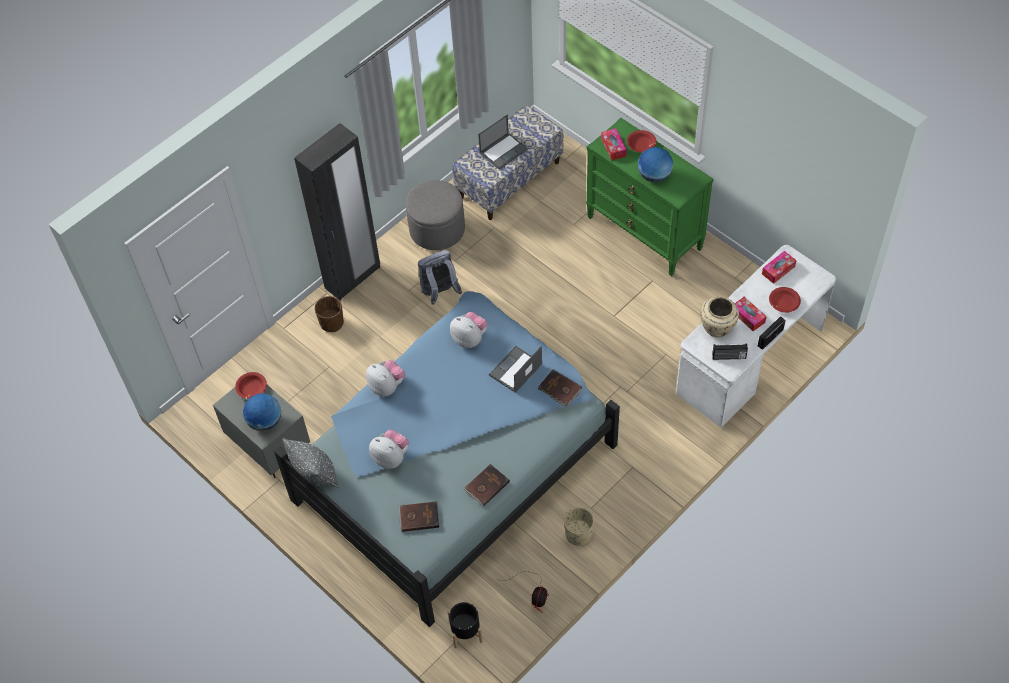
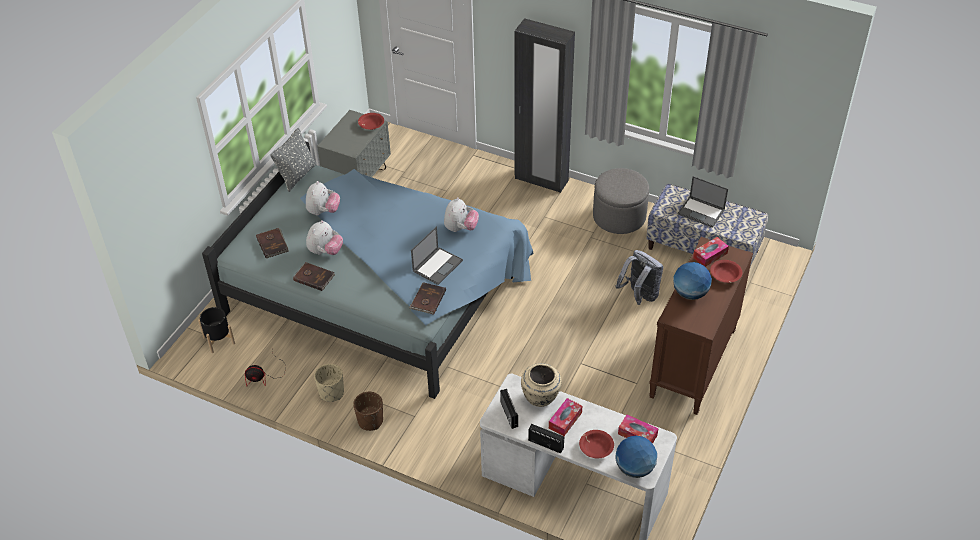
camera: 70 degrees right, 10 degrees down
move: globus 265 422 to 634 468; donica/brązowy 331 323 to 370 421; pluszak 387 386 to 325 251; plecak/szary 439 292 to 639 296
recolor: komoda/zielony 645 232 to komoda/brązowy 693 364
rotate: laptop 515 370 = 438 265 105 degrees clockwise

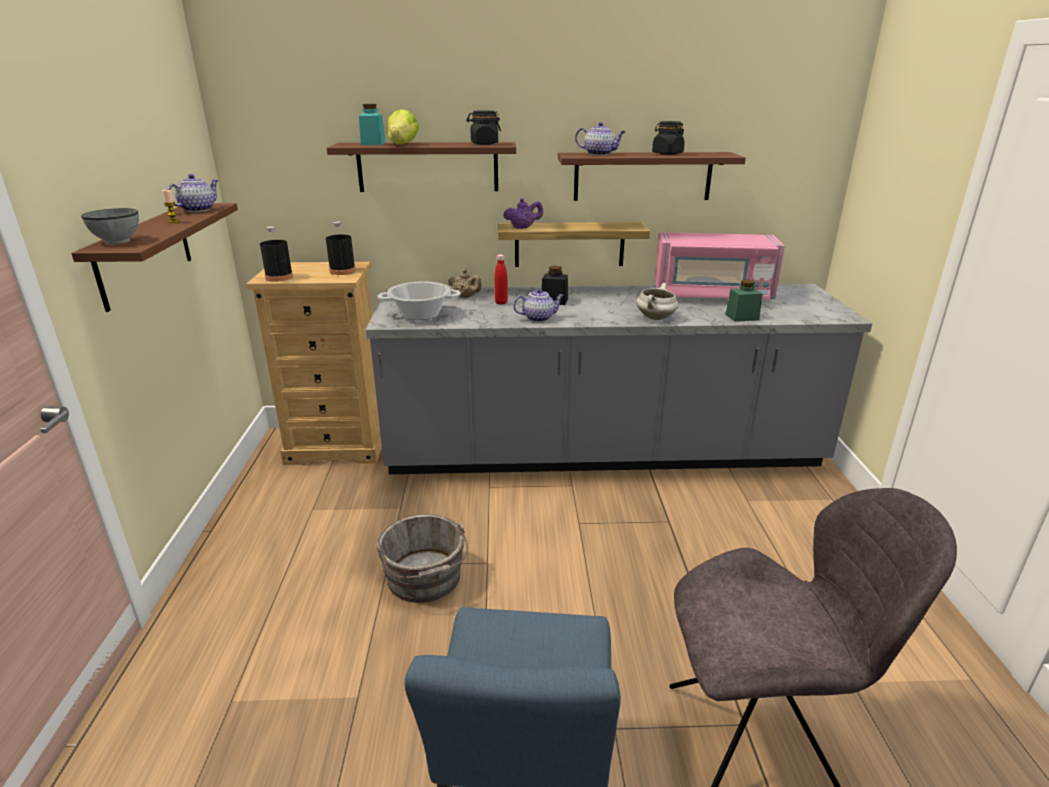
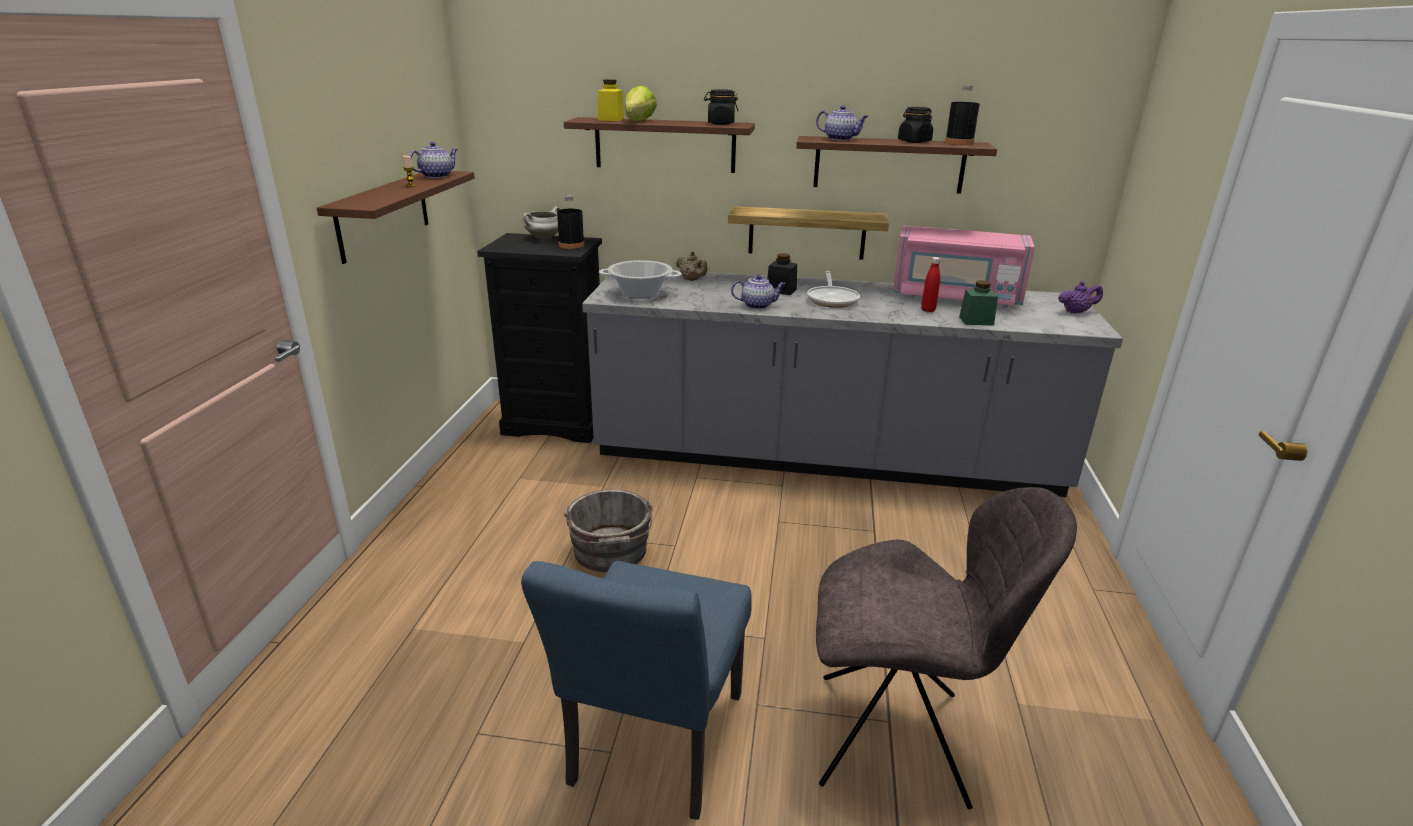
camera: 10 degrees right, 0 degrees up
delete: miska/szary 118 241
insert: patelnia 832 299
move: butelka/czarny 279 277 to 959 143; butelka/czerwony 501 302 to 928 310; imbryk/fioletowy 523 228 to 1076 312; garnek/biały 655 318 to 544 238
recolor: komoda/beżowy 338 446 to komoda/czarny 556 423; słoik/turkusowy 373 143 to słoik/żółty 611 119

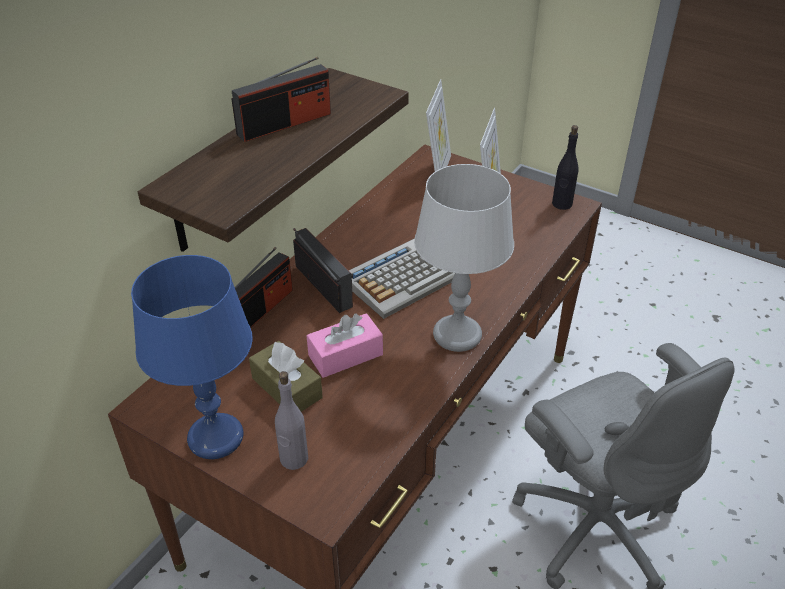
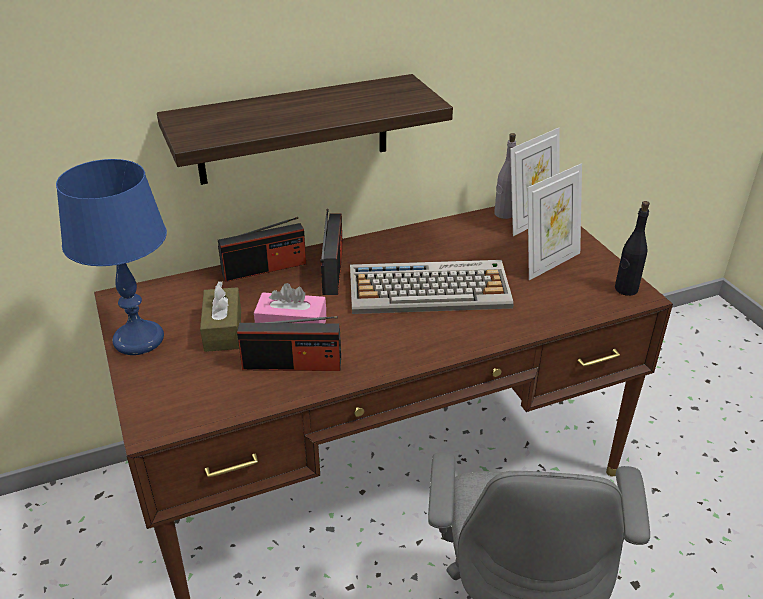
camera: 35 degrees right, 5 degrees down
delete: lampa stołowa/szary 457 334
move: radio 284 124 to 292 364; butelka/szary 293 459 to 503 214

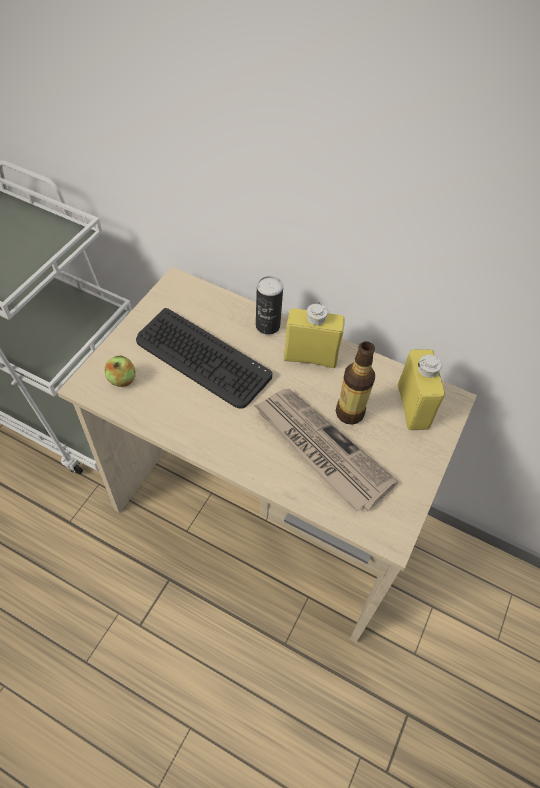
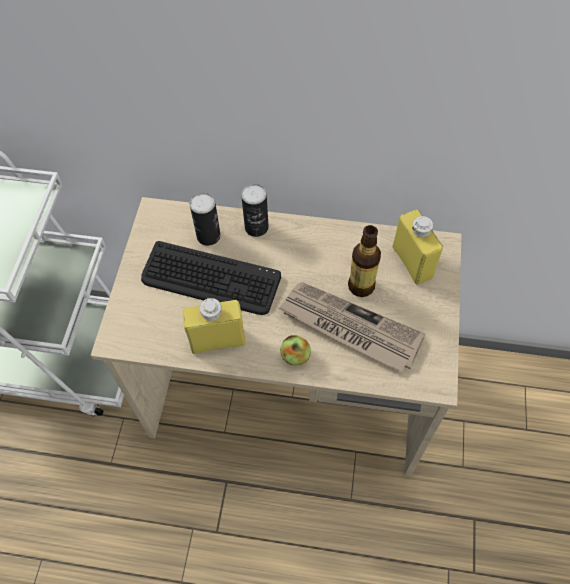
camera: 15 degrees left, 5 degrees up
insert: puszka 208 236
move: jabłko 122 379 to 295 356; butelka/żółty 310 357 to 217 340

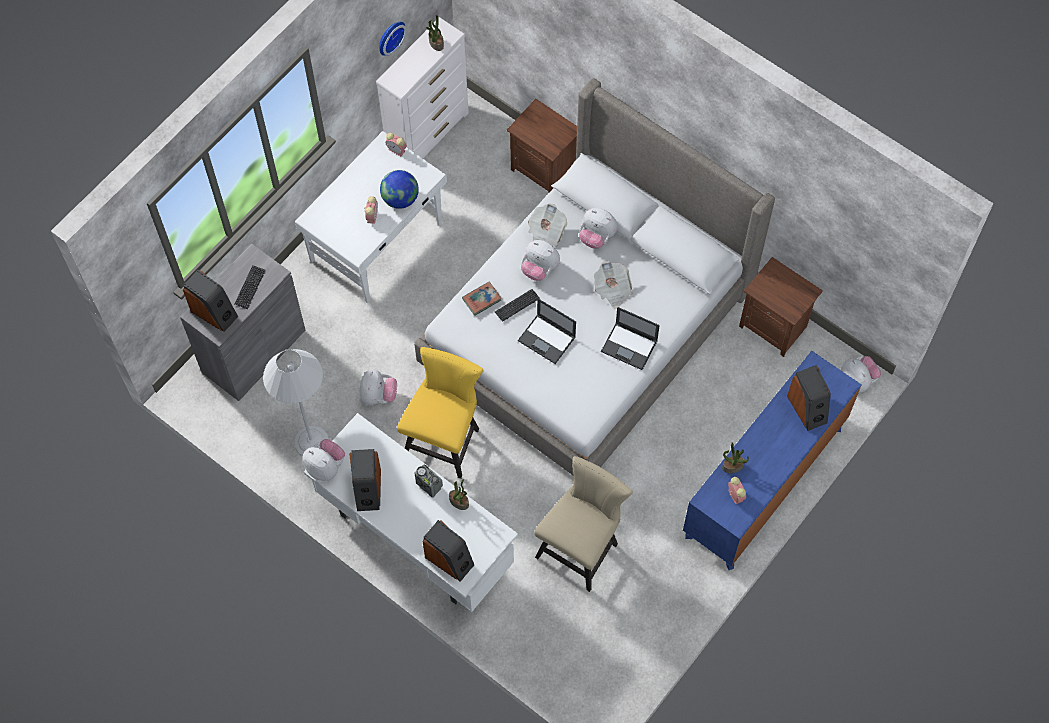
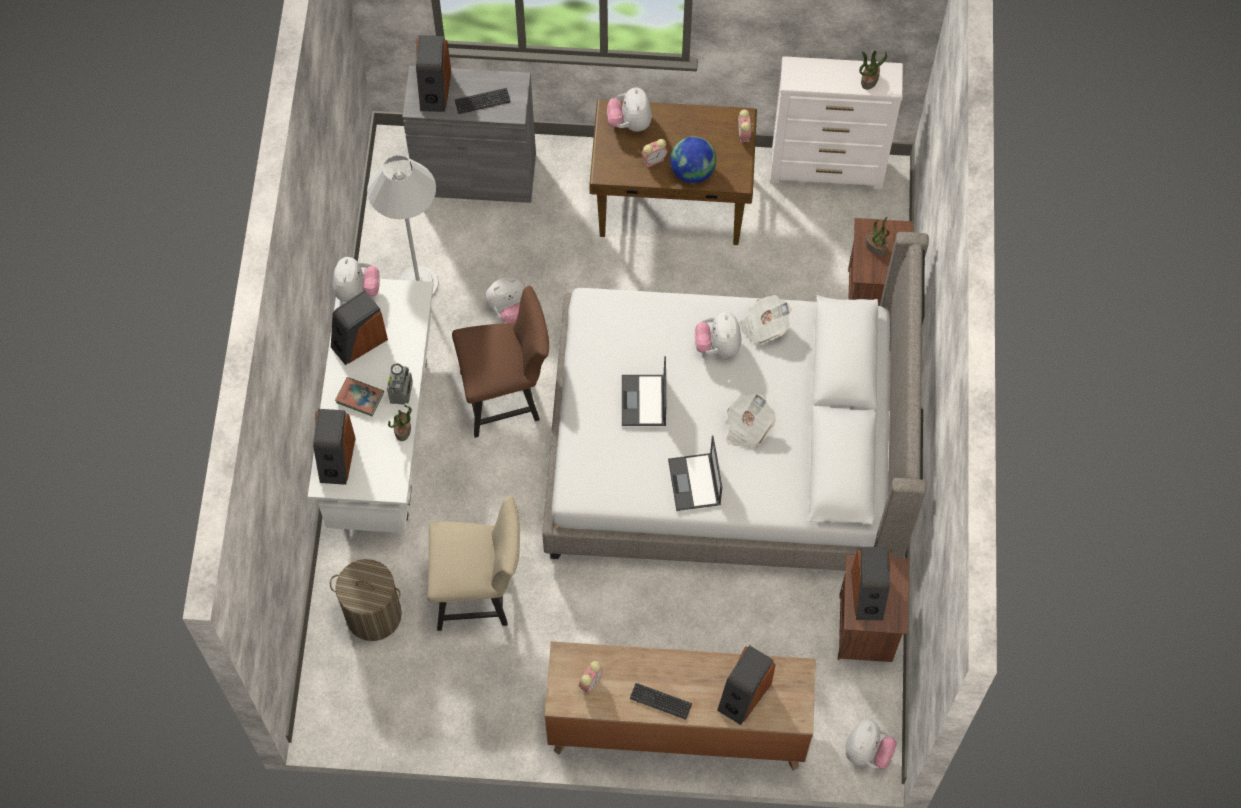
camera: 55 degrees right, 0 degrees up
delete: zegar ścienny 389 36
insert: kosz na pranie 373 614; głośnik 868 594
move: książka 481 299 to 360 398; klawiatura 517 305 to 660 701; pluszak 597 237 to 630 122; roślina doniczkowa 733 466 to 876 247
recolor: biurko/biały 378 242 to biurko/brązowy 672 203; krzesło/żółty 444 438 to krzesło/brązowy 506 396; komoda/niebieski 764 483 to komoda/brązowy 677 727

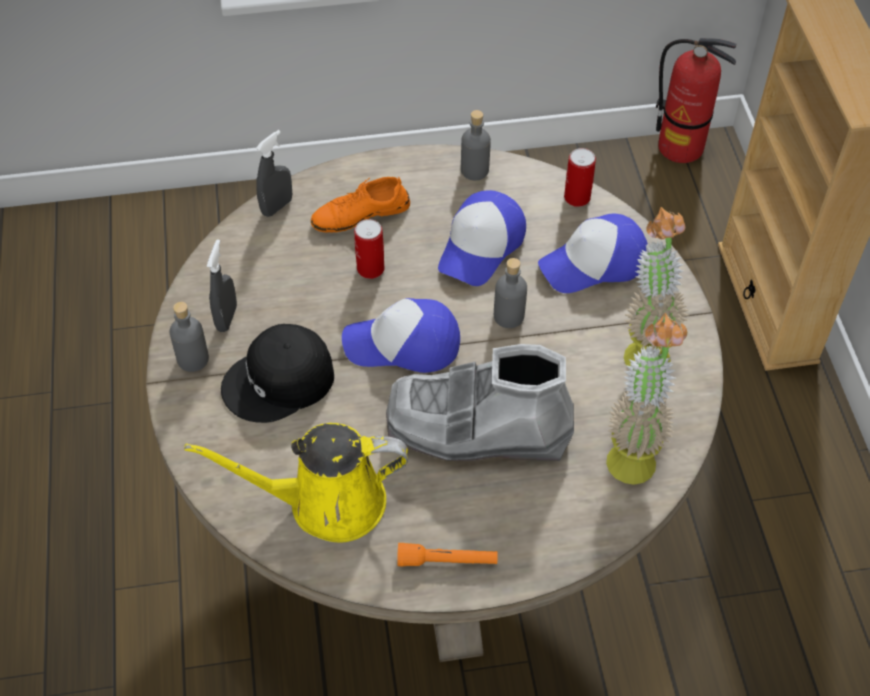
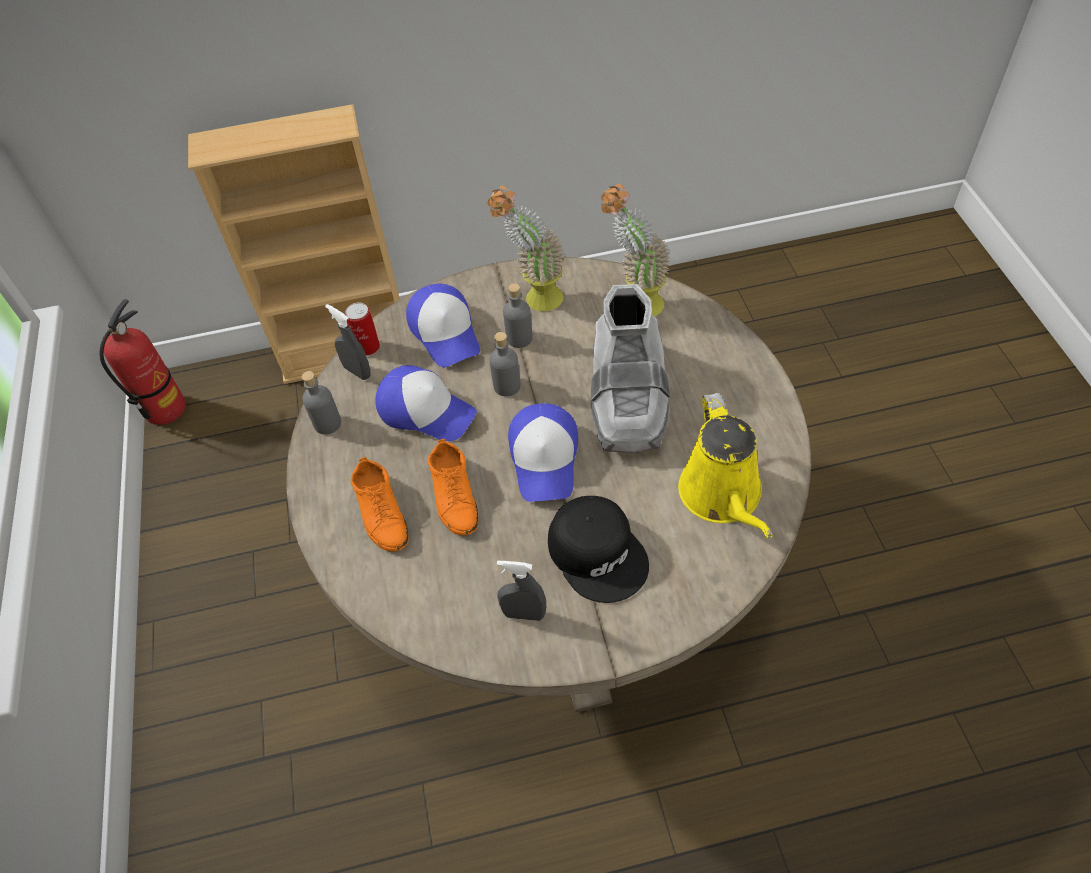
camera: 90 degrees left, 0 degrees up
delete: latarka/pomarańczowy 447 561
move: butelka/szary 193 359 to 519 338; spryskiwacz/szary 277 207 to 357 371
replace: puszka 370 268 to but/pomarańczowy 454 495

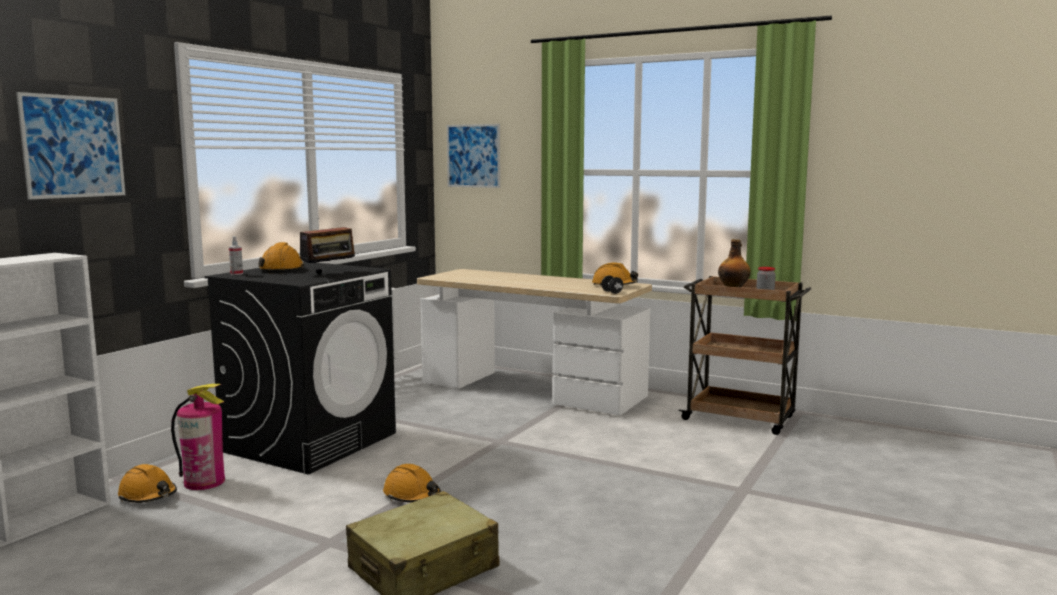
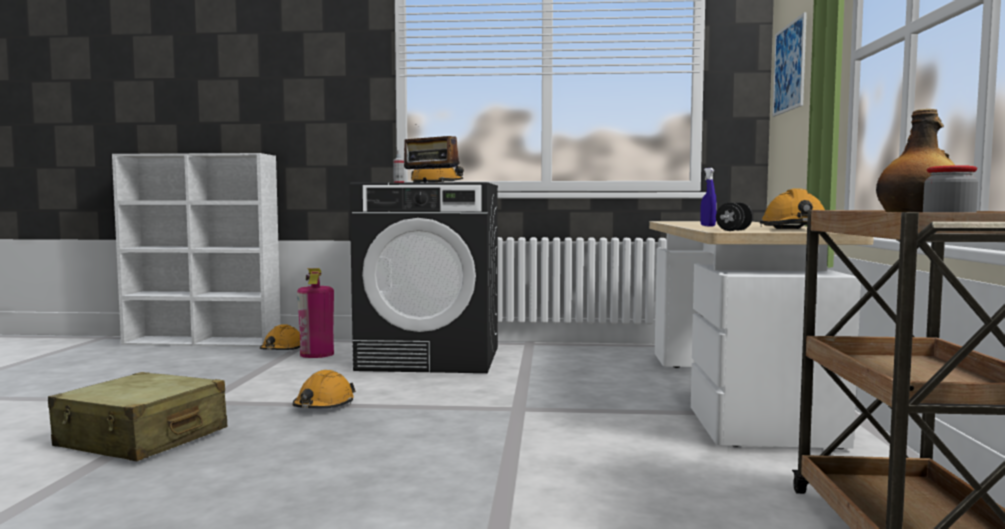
camera: 65 degrees right, 5 degrees down
delete: obraz 73 146
insert: spryskiwacz/niebieski 707 226

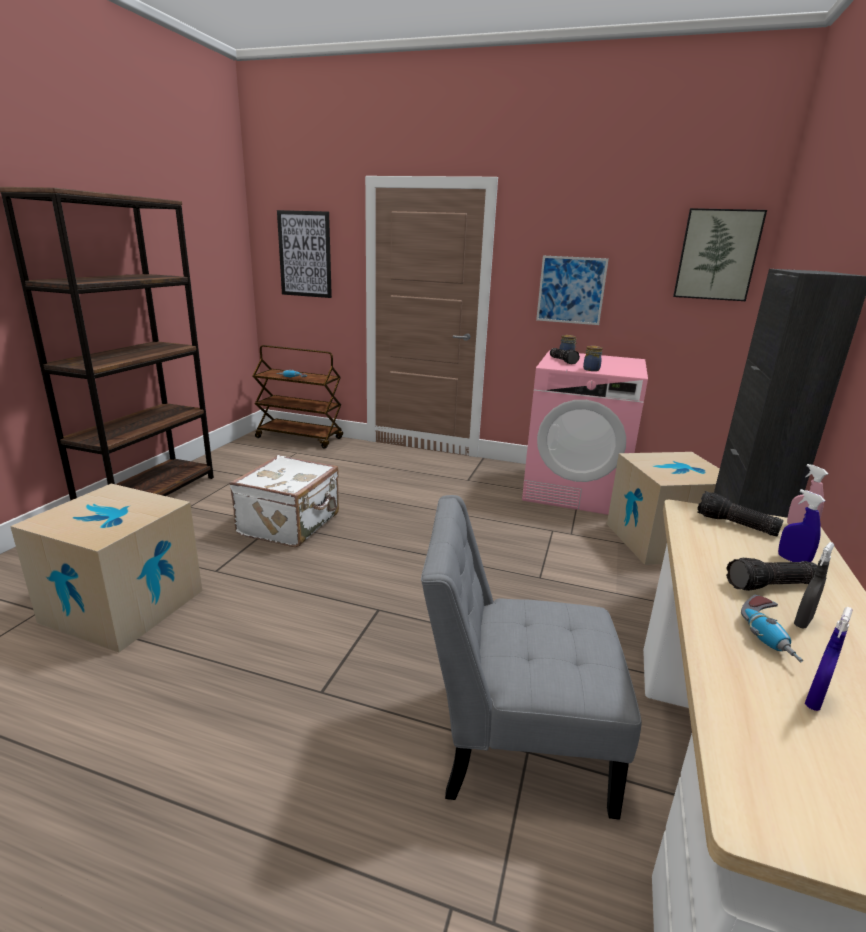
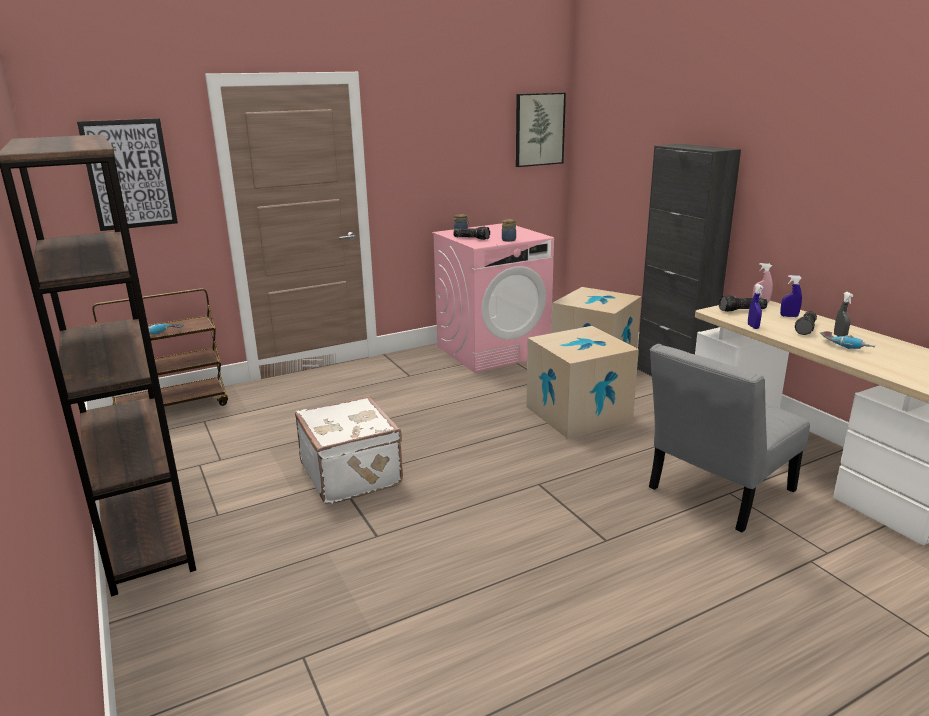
camera: 45 degrees left, 0 degrees up
delete: obraz 571 290
move: karton 123 606 to 578 414; spryskiwacz/niebieski 814 700 to 753 327

